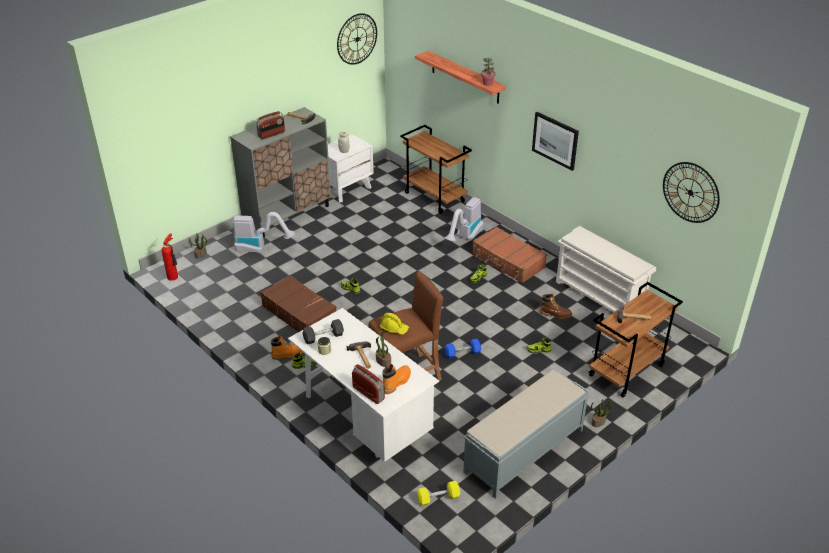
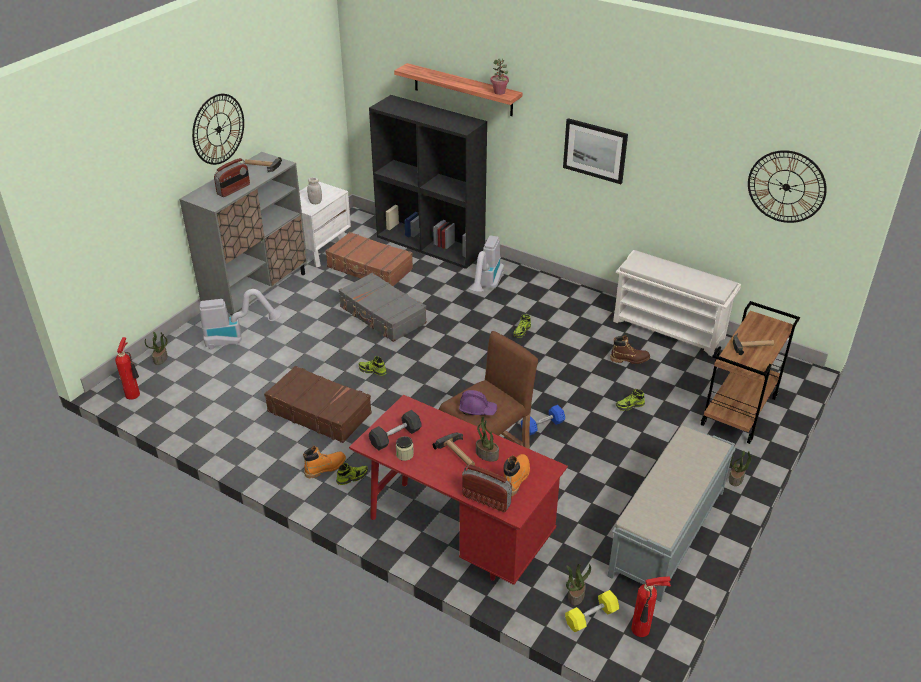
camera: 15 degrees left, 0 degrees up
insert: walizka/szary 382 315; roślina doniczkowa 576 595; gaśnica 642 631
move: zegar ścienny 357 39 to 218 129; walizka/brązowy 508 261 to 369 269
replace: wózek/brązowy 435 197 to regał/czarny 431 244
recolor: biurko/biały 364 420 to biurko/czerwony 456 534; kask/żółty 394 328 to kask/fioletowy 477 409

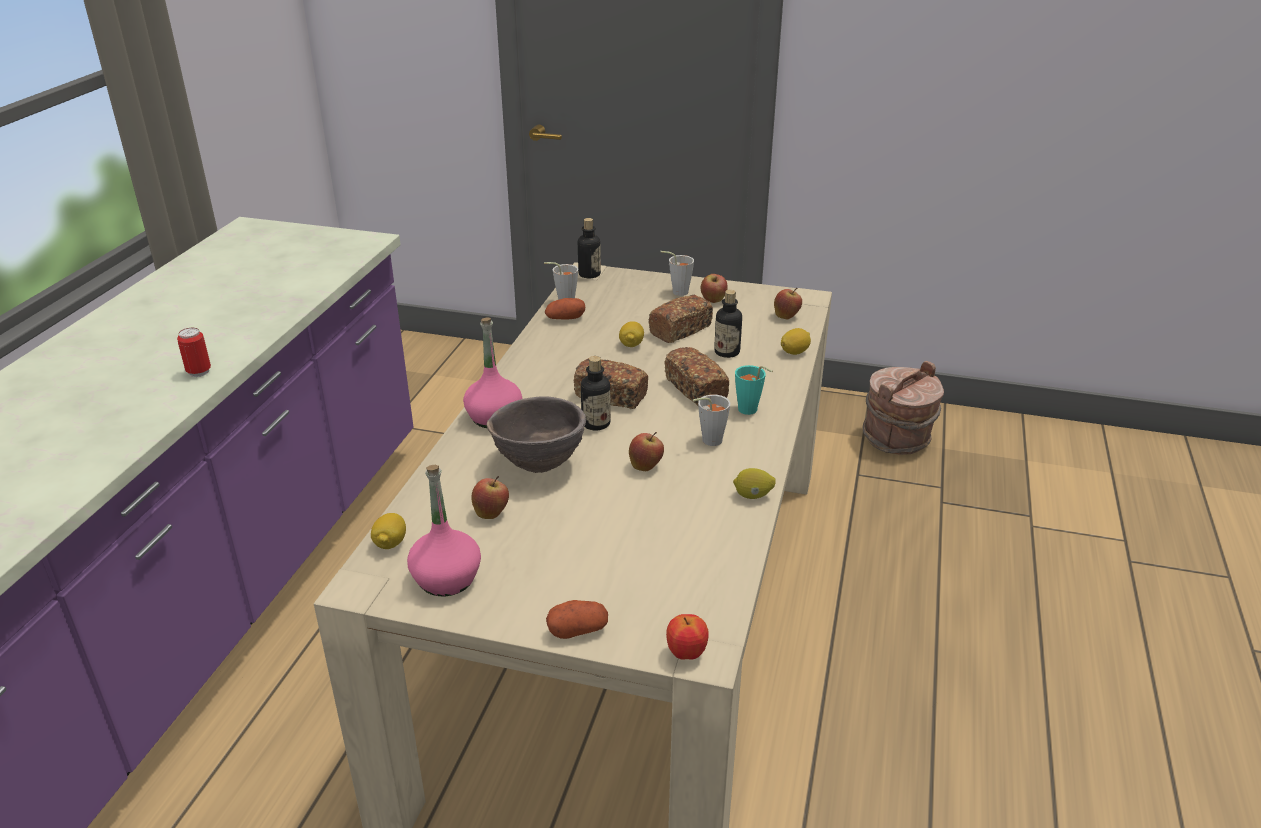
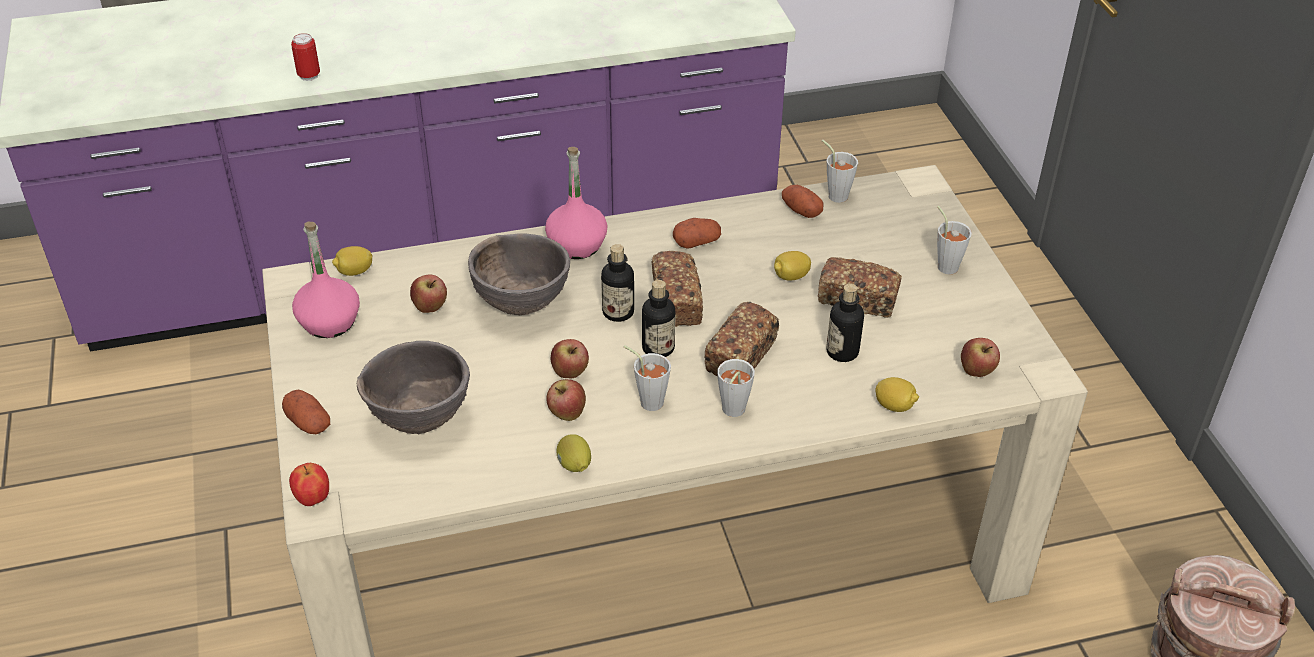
camera: 60 degrees right, 10 degrees up
insert: miska/brązowy 420 420; ziemniak 696 242
move: puszka 199 372 to 309 76; butelka 589 274 to 658 348; jabłko 713 301 to 567 414
recolor: filiżanka/turkusowy 750 411 to filiżanka/szary 731 412

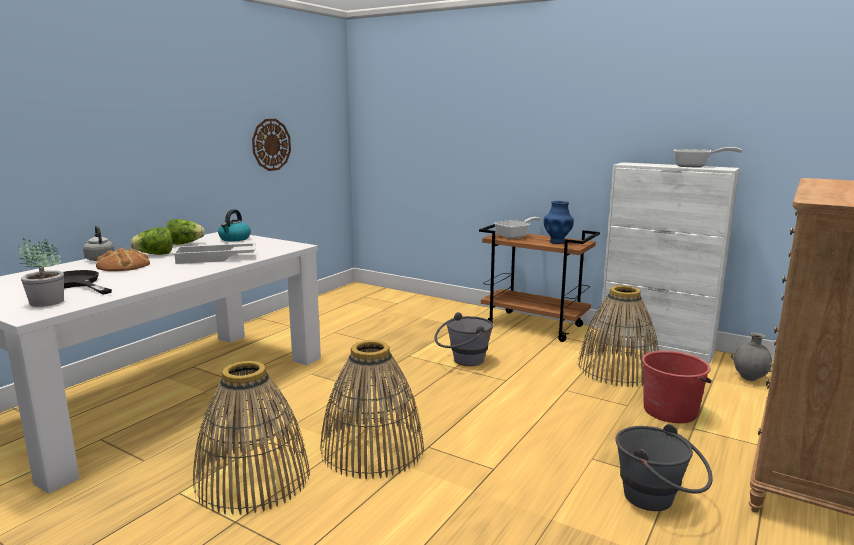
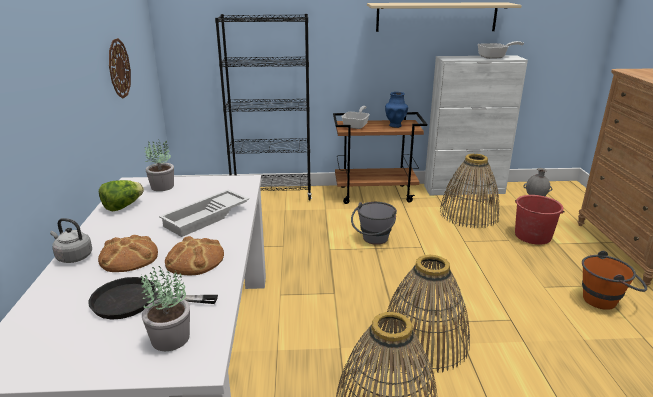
camera: 35 degrees left, 10 degrees up
delete: sałata 155 254
insert: chleb 194 259; regał/czarny 272 195; półka/beżowy 436 17
replace: czajnik 234 239 to roślina doniczkowa 163 186
recolor: wiadro/szary 658 500 to wiadro/pomarańczowy 606 300

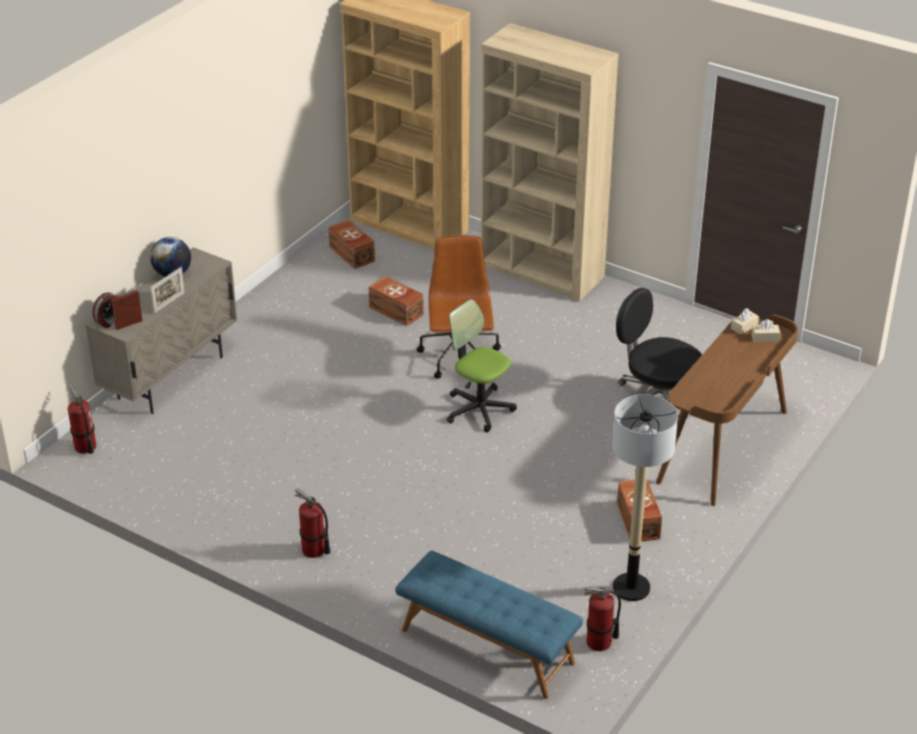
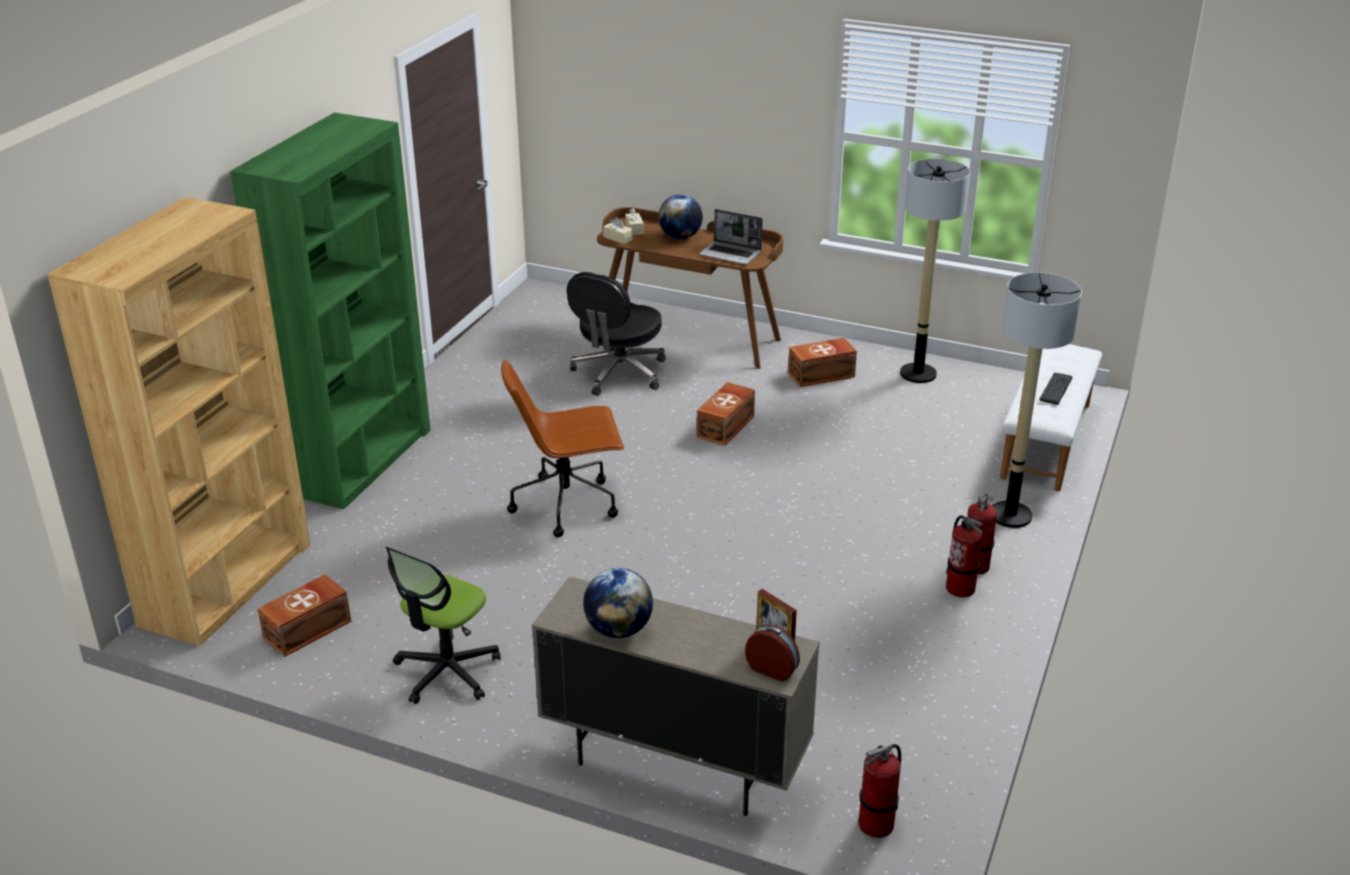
camera: 100 degrees left, 5 degrees down
delete: ramka na zdjęcie 169 303
insert: globus 680 237; laptop 731 254; lampa stojąca 1010 515; klawiatura 1055 389
move: pojemnik do przechowywania/brązowy 396 311 to 727 426; krzesło biurowe 479 409 to 447 672; gaśnica 599 642 to 960 588
recolor: ławka/niebieski 486 647 to ławka/biały 1047 441; regał/beżowy 542 271 to regał/zielony 361 461

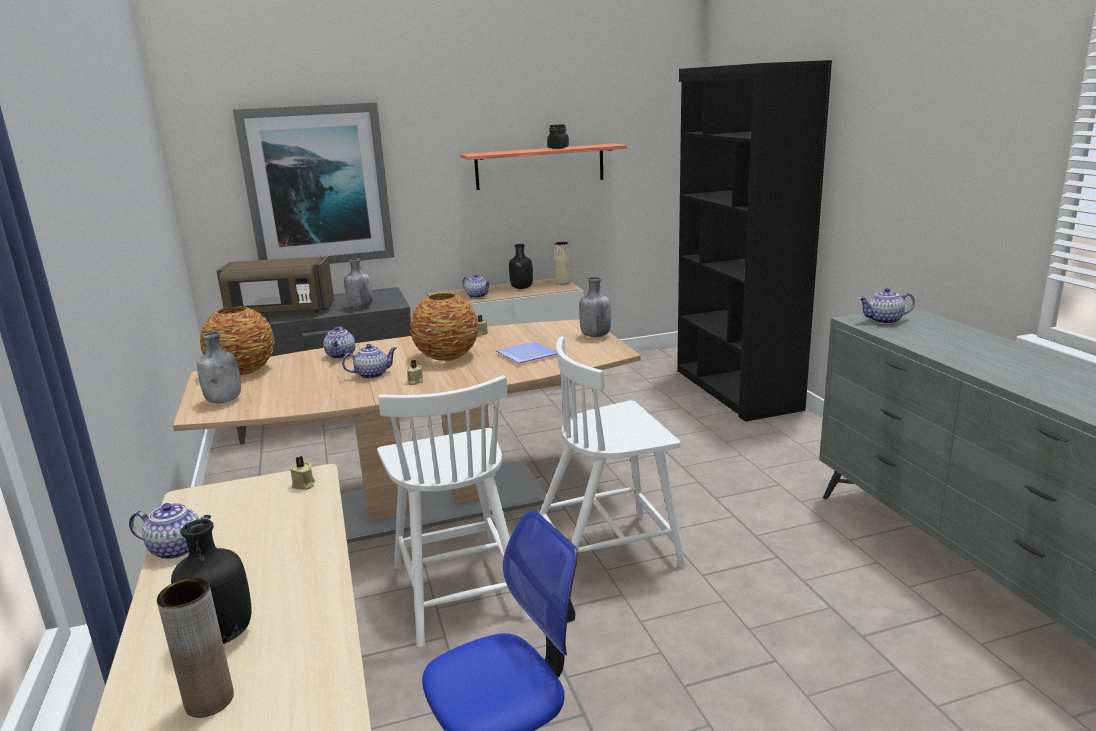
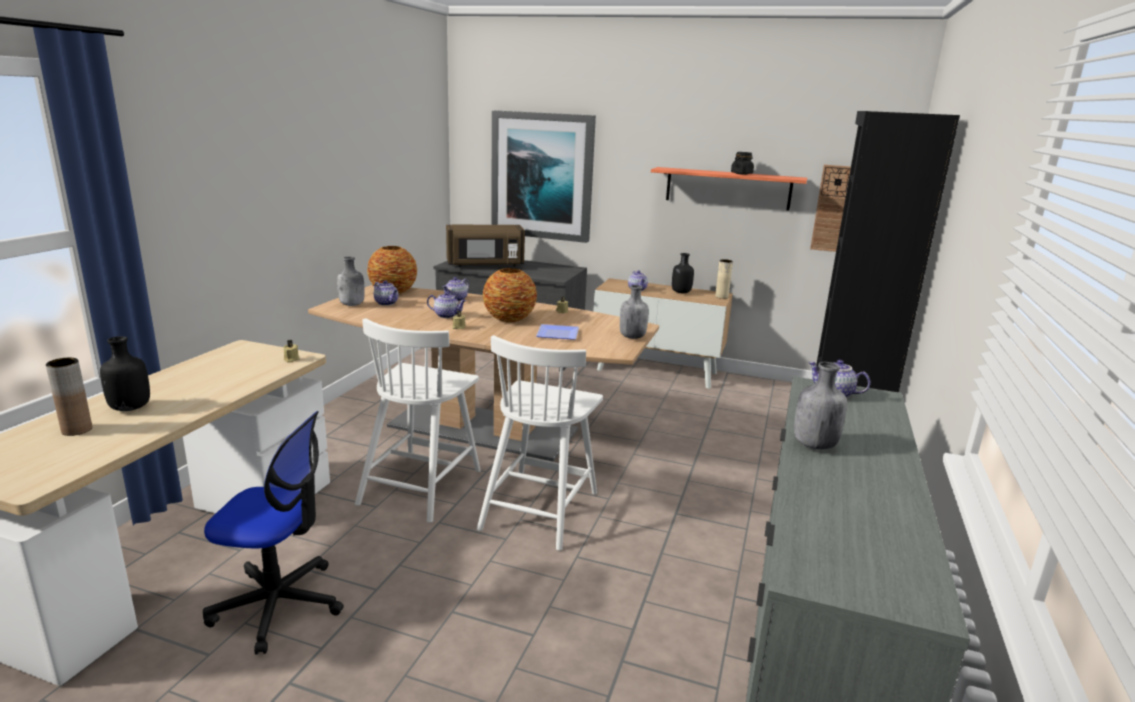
camera: 35 degrees right, 0 degrees up
insert: zegar ścienny 833 208
move: imbryk 178 549 to 387 303; butelka/szary 360 307 to 813 444
rotate: mikrofalówka/brązowy 280 312 = 485 265 45 degrees counterclockwise; krzesło/biały 607 551 = 540 509 90 degrees counterclockwise

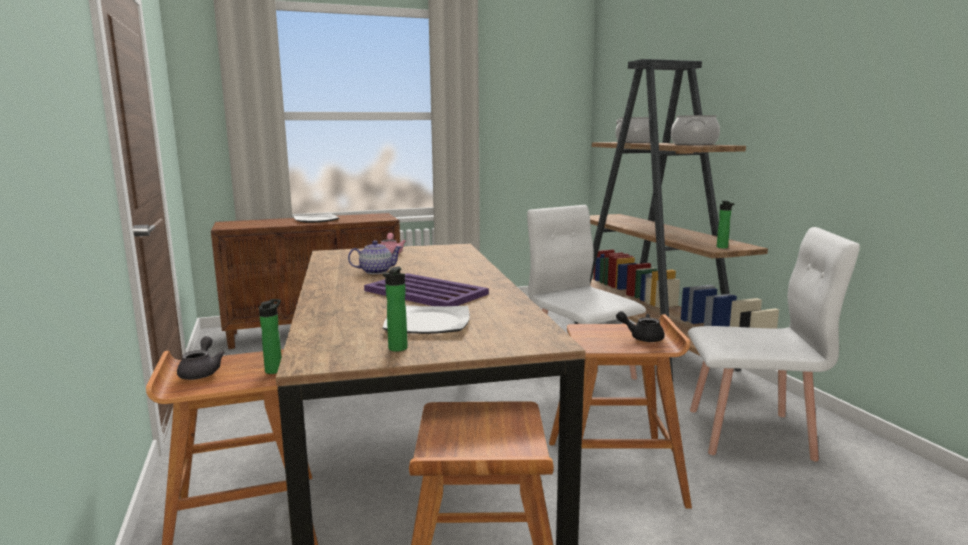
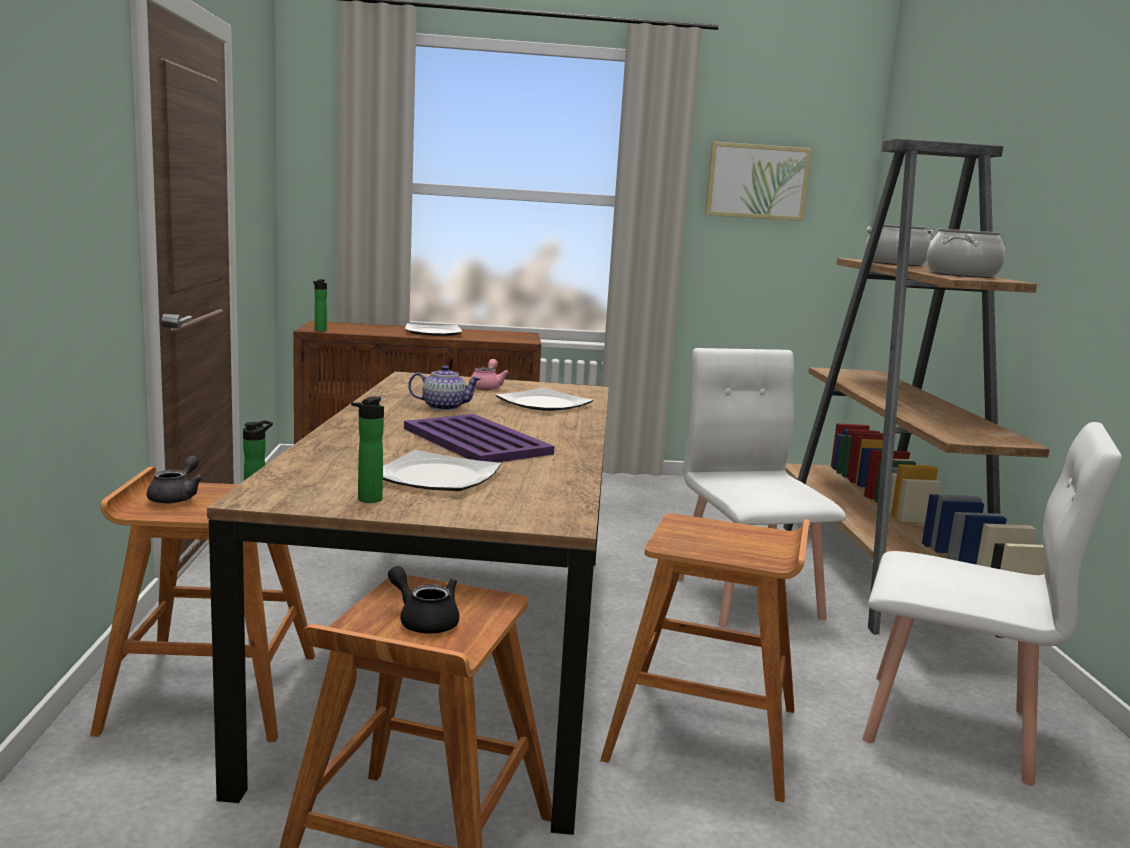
camera: 15 degrees right, 0 degrees up
insert: talerz 545 404; obraz 756 181
move: imbryk/czarny 642 337 to 424 620; butelka 723 247 to 319 331

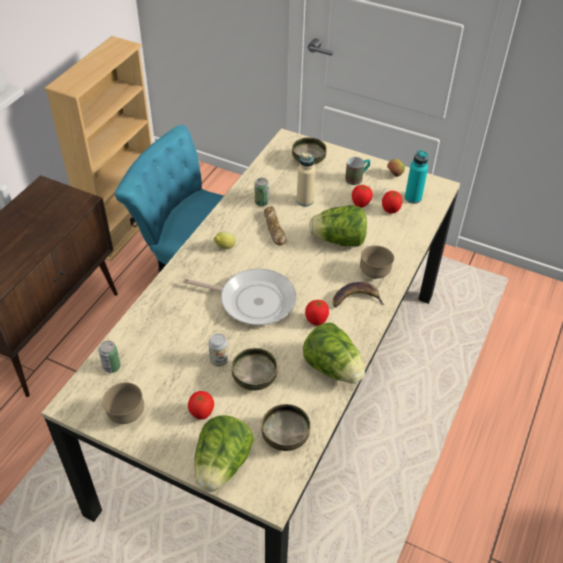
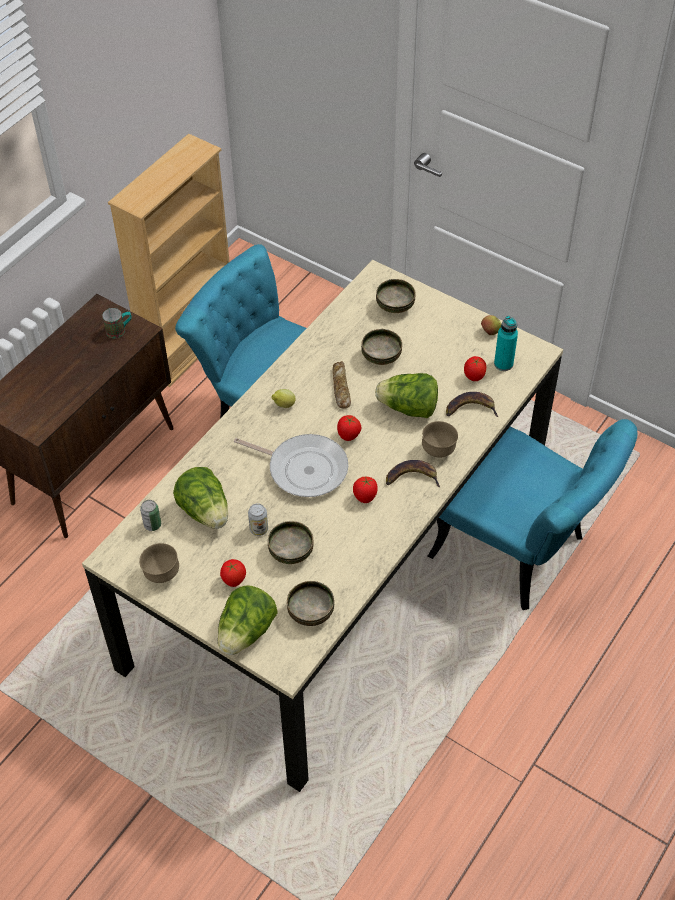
camera: 10 degrees right, 5 degrees up
delete: puszka 261 202
insert: krzesło/turkusowy 521 553; banan 471 408
move: sałata 333 368 to 205 511; kubek 357 178 to 119 330; pomidor 360 205 to 348 436
replace: butelka/beżowy 305 201 to miska 381 356

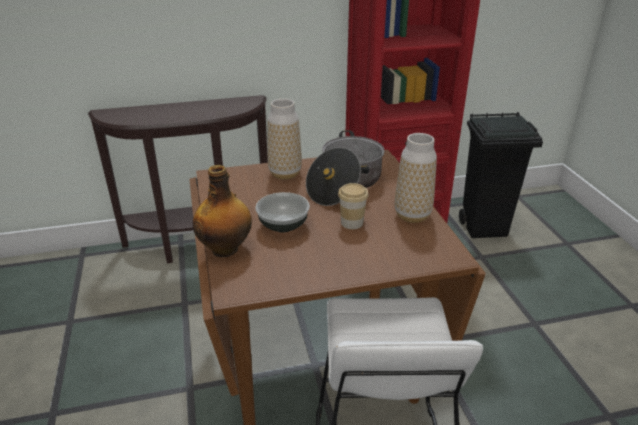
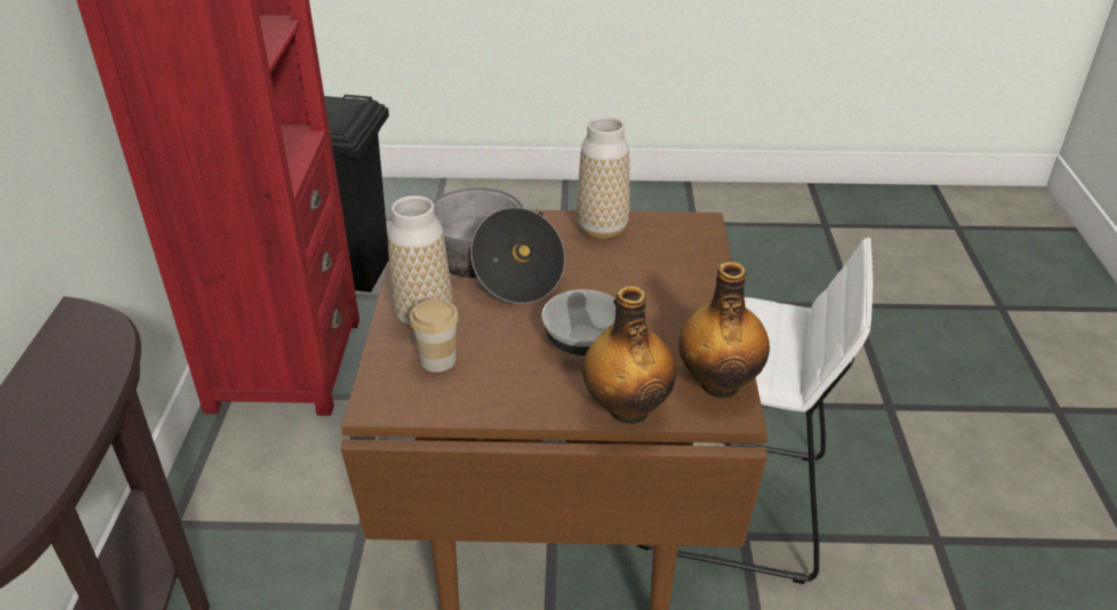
camera: 75 degrees left, 5 degrees up
insert: butelka 719 382
move: filiżanka 352 223 to 438 360

